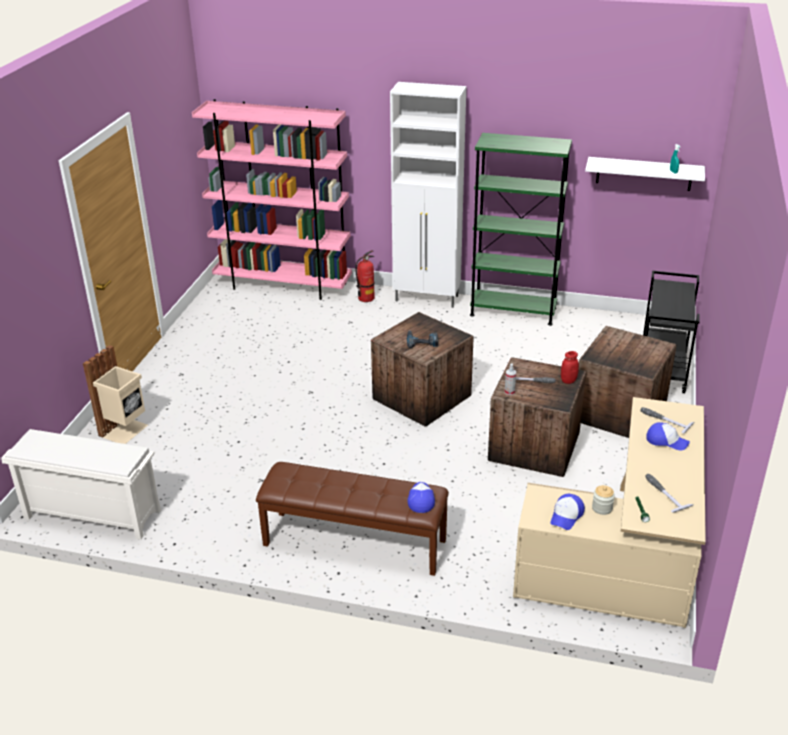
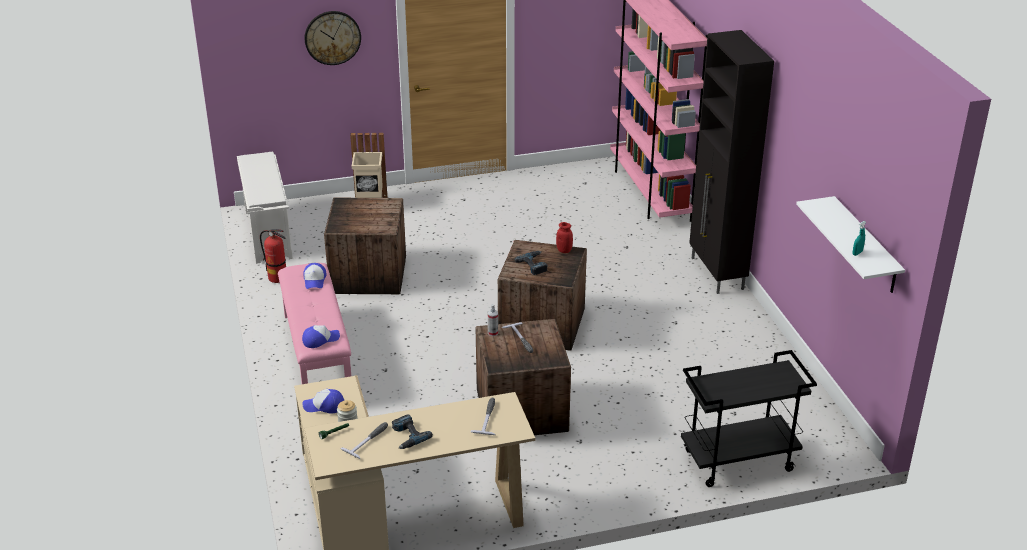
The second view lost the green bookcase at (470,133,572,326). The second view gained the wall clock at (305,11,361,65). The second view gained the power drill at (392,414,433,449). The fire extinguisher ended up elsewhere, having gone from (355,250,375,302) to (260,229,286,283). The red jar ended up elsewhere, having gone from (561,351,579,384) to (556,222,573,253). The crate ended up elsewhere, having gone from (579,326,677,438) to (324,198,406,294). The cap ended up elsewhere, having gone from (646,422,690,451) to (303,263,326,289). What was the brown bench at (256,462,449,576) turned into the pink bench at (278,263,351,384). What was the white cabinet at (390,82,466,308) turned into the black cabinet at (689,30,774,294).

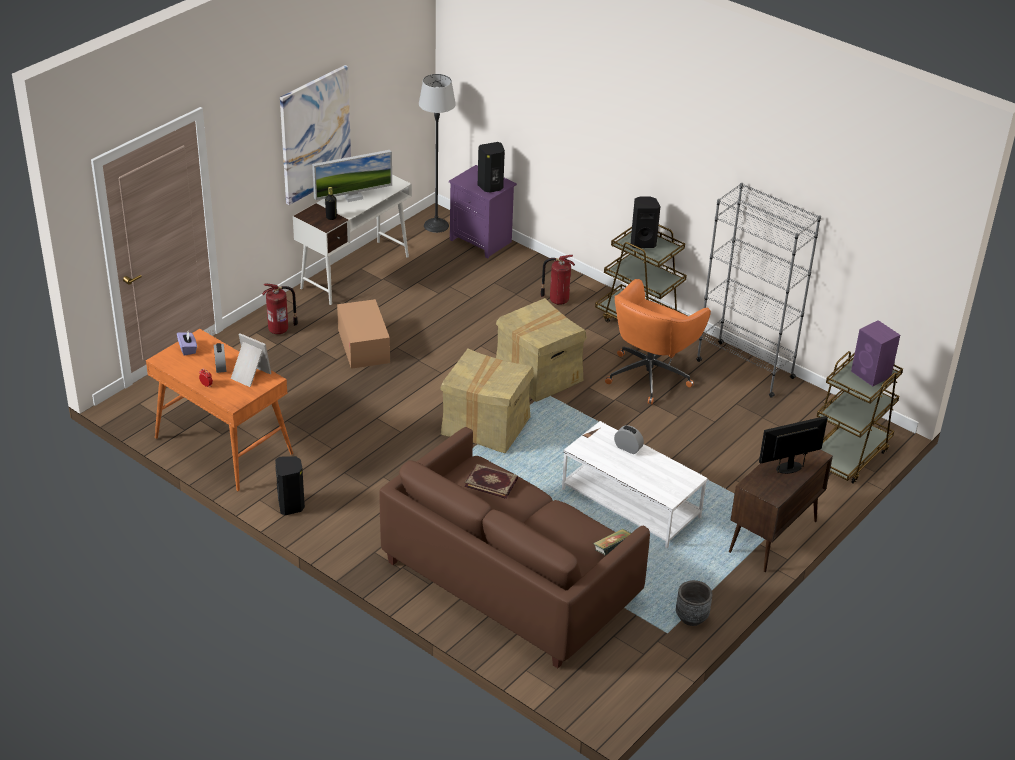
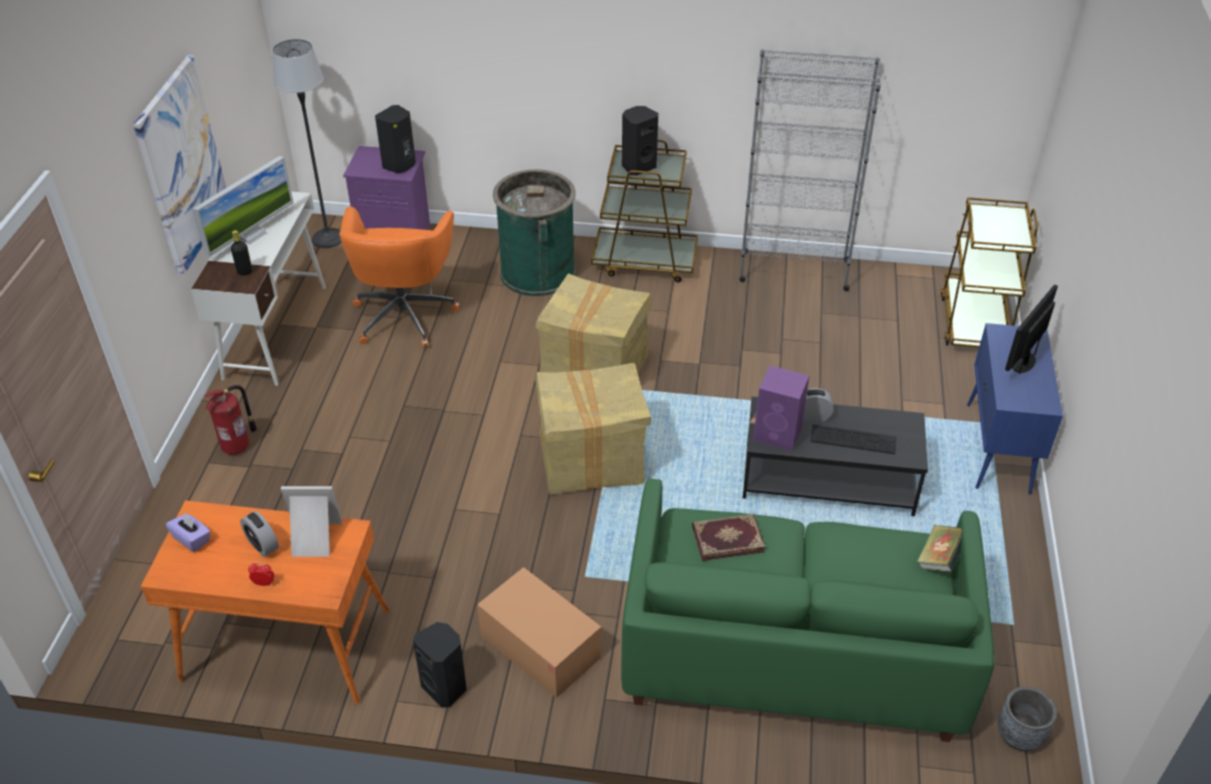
The second view gained the keyboard at (810,424,896,454). The cardboard box ended up elsewhere, having gone from (337,299,390,369) to (477,567,601,698). The orange office chair ended up elsewhere, having gone from (605,279,711,404) to (339,206,460,348). The grey planter ended up elsewhere, having gone from (676,580,712,626) to (998,687,1057,751). The purple speaker ended up elsewhere, having gone from (851,320,900,386) to (753,366,809,451). Where the fire extinguisher stood at (540,255,575,305), the green trash can came to stand at (493,169,575,296). What was the brown sofa at (379,427,650,668) turned into the green sofa at (621,479,994,742). What was the white coffee table at (562,421,708,548) turned into the black coffee table at (743,397,928,516). What was the brown cabinet at (729,450,833,572) turned into the blue cabinet at (967,323,1063,494).

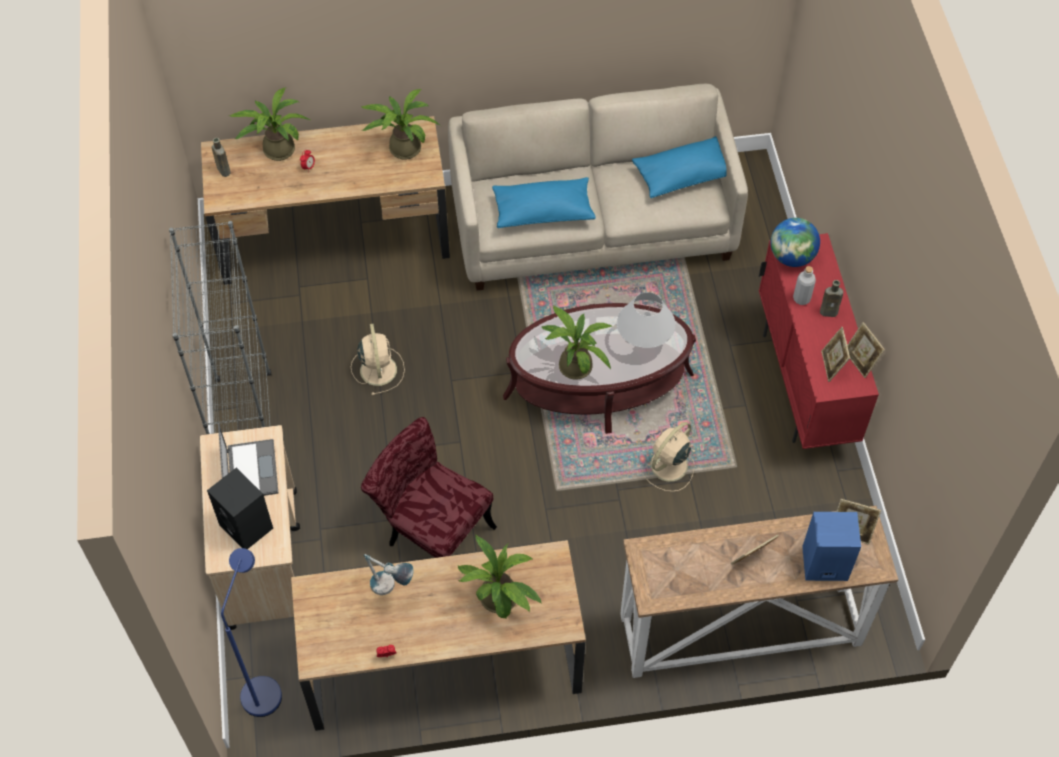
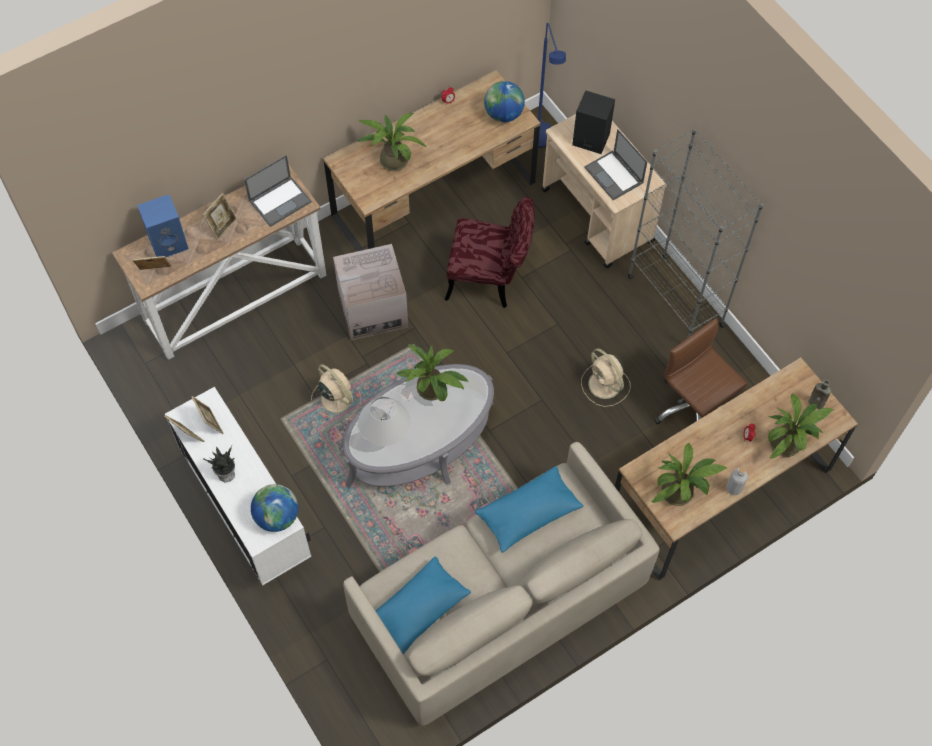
The second view lost the table lamp at (364,554,413,595). The second view gained the laptop at (244,155,312,227). The second view gained the cardboard box at (333,244,408,340). The second view gained the globe at (484,81,525,122). The second view gained the brown office chair at (654,318,747,424). The grey bottle ended up elsewhere, having gone from (793,266,816,305) to (726,467,748,495). Where the brown bottle stood at (820,280,843,317), the potted plant came to stand at (204,445,235,482). What was the brown coffee table at (503,303,696,434) turned into the grey coffee table at (343,364,494,489). What was the red cabinet at (759,233,879,449) turned into the white cabinet at (165,387,311,585). The beige fan at (644,422,696,492) ended up facing another way, 60 degrees counterclockwise from before.

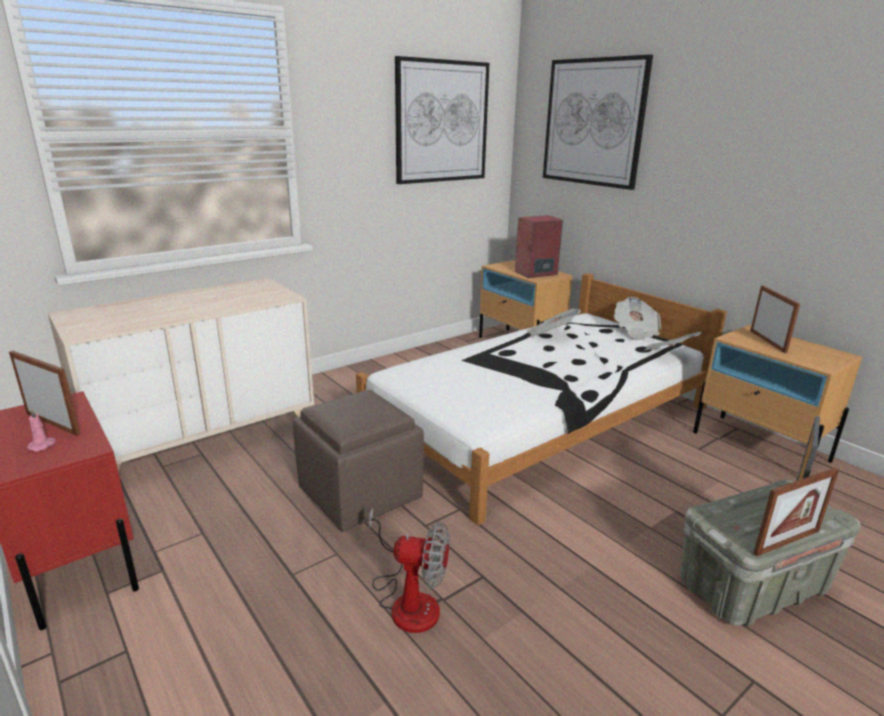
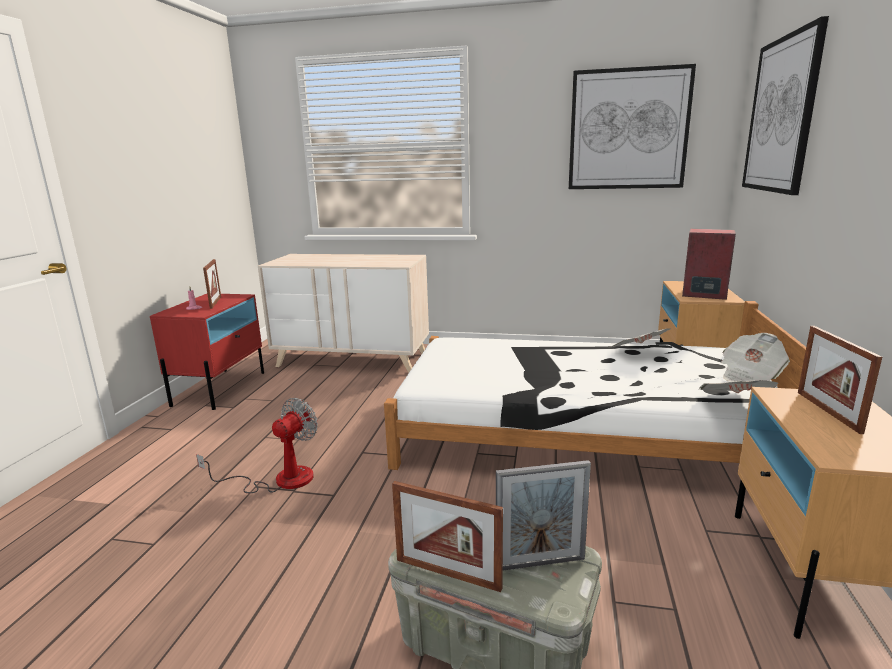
The second view lost the brown ottoman at (293,390,424,532). The fan at (369,507,450,633) ended up facing another way, 120 degrees counterclockwise from before. The picture frame at (750,286,800,353) ended up facing another way, 135 degrees clockwise from before.

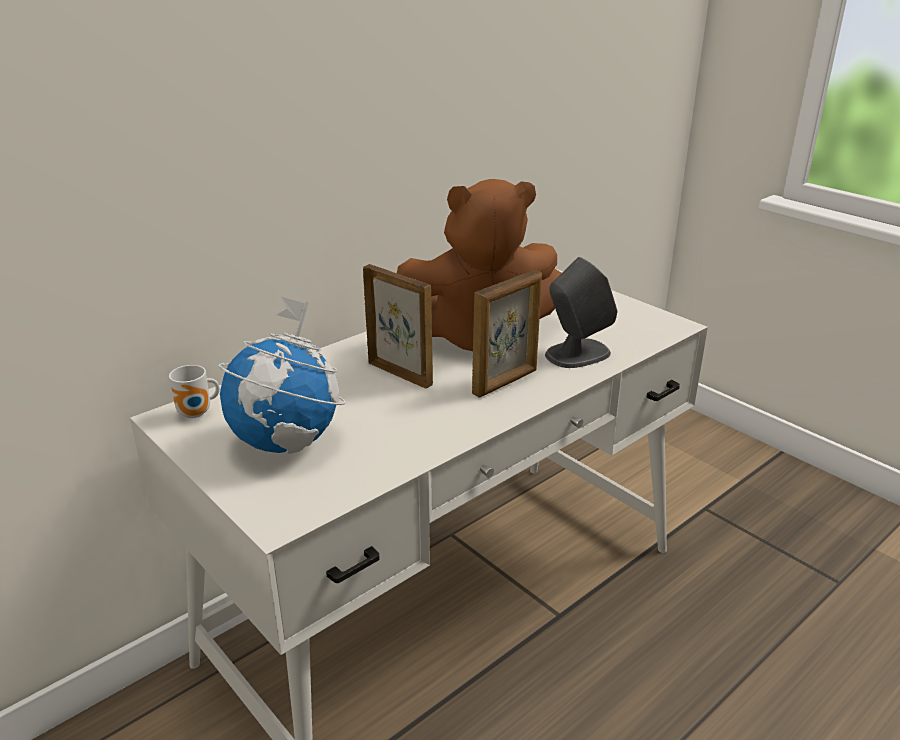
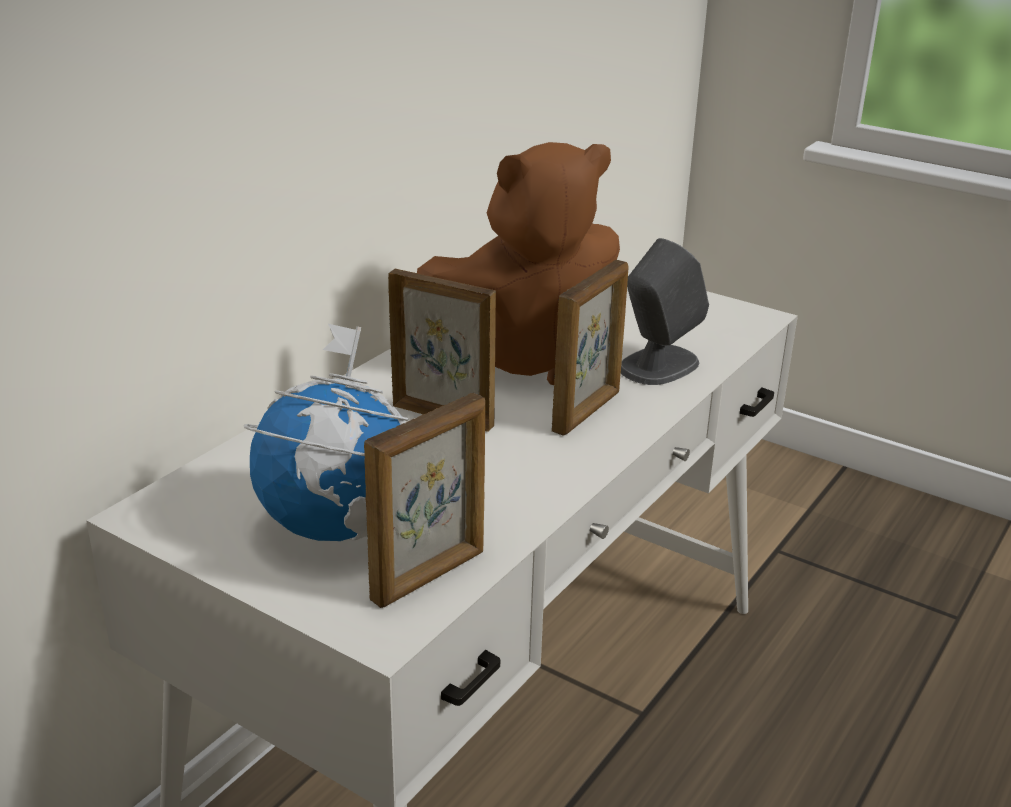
The second view lost the mug at (169,365,220,418). The second view gained the picture frame at (364,393,485,608).

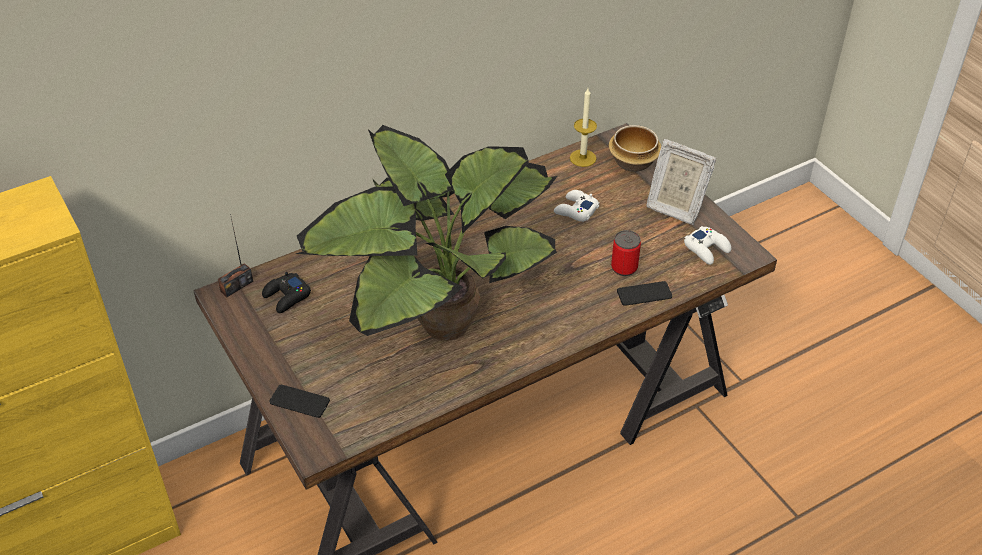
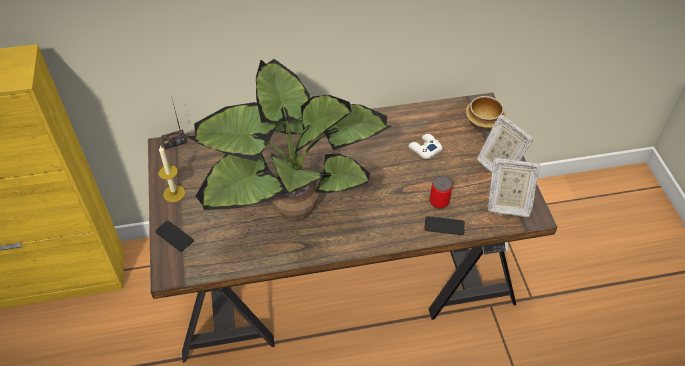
The second view lost the black game controller at (262,272,311,313). The candle ended up elsewhere, having gone from (570,88,597,167) to (158,146,185,202). Where the white game controller stood at (684,226,731,265), the picture frame came to stand at (487,158,540,217).

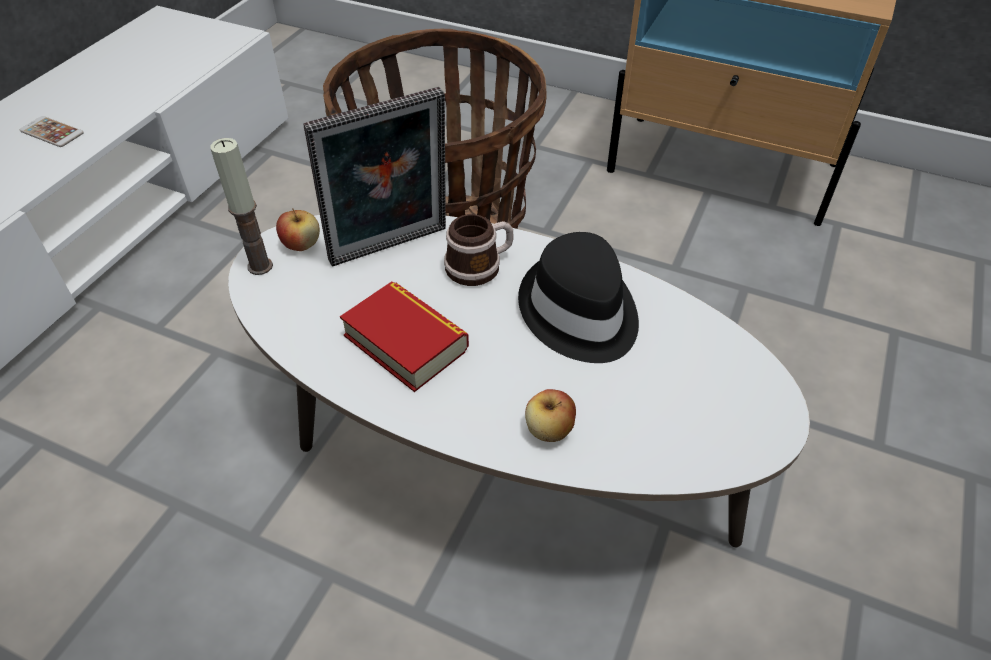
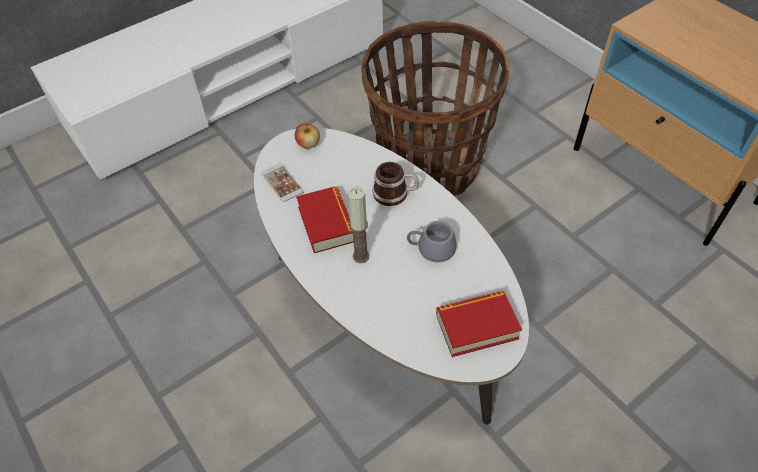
The second view lost the picture frame at (303,87,446,267). The second view lost the apple at (525,389,576,442). The second view gained the book at (436,291,522,357). The phone ended up elsewhere, having gone from (20,116,84,147) to (261,163,304,202). The candle ended up elsewhere, having gone from (210,138,273,275) to (348,187,369,263). Where the black hat stood at (518,232,639,363), the grey mug came to stand at (407,221,457,262).

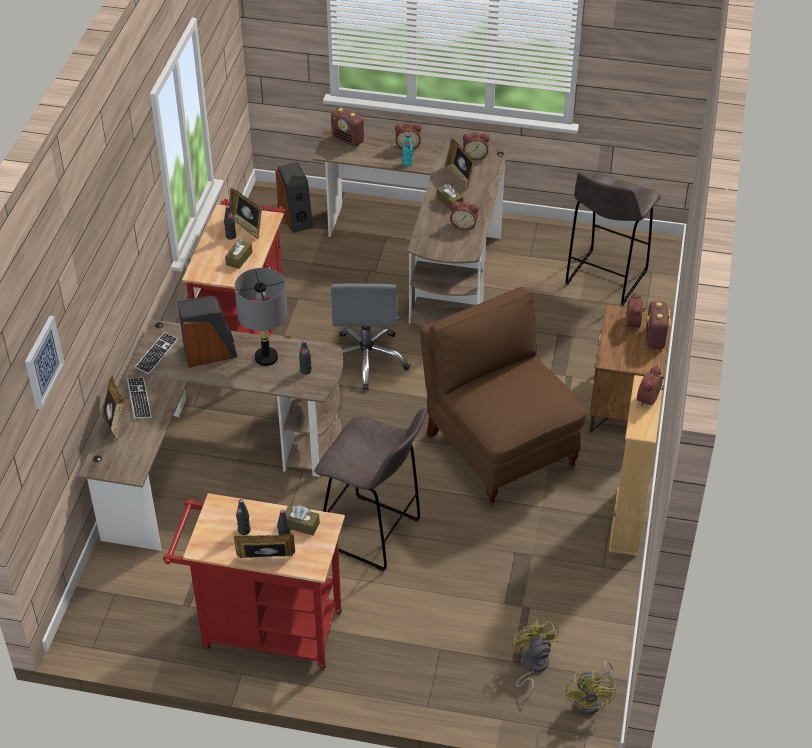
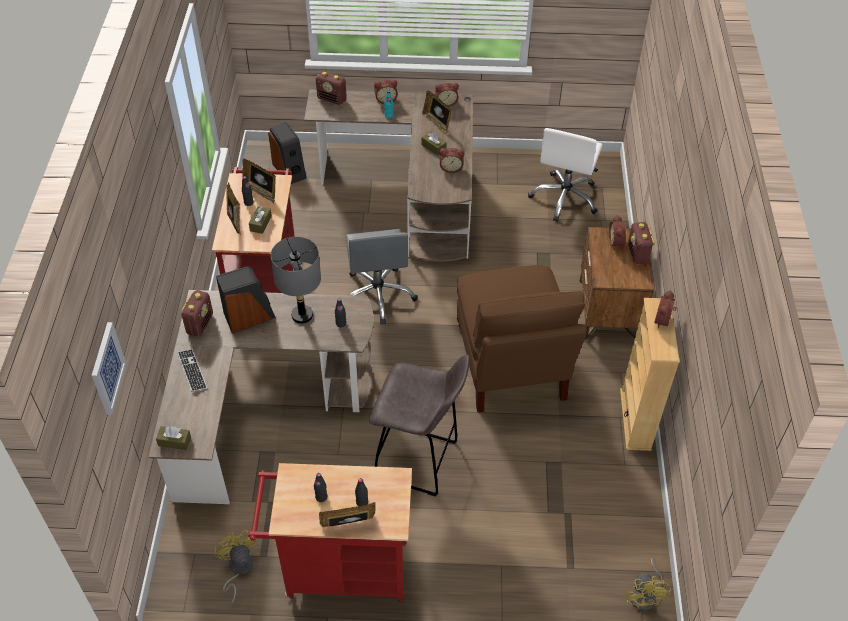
The picture frame ended up elsewhere, having gone from (102,377,126,440) to (226,182,241,235). The brown tissue box ended up elsewhere, having gone from (285,505,320,535) to (156,426,191,450). The yellow fan ended up elsewhere, having gone from (512,620,559,701) to (214,530,257,604). Where the keyboard stood at (135,332,178,374), the radio came to stand at (181,290,213,337). Where the grey stool stood at (565,172,661,305), the white office chair came to stand at (528,128,603,222). The brown chair at (420,287,587,507) ended up facing another way, 150 degrees counterclockwise from before.

